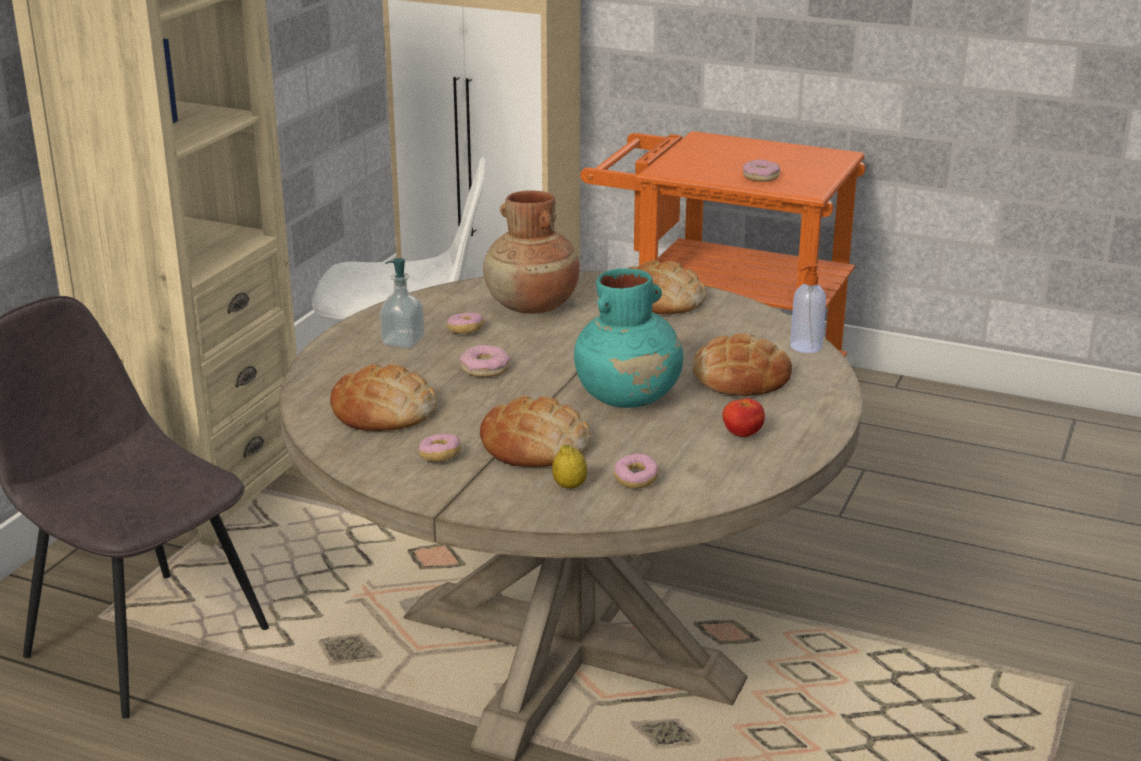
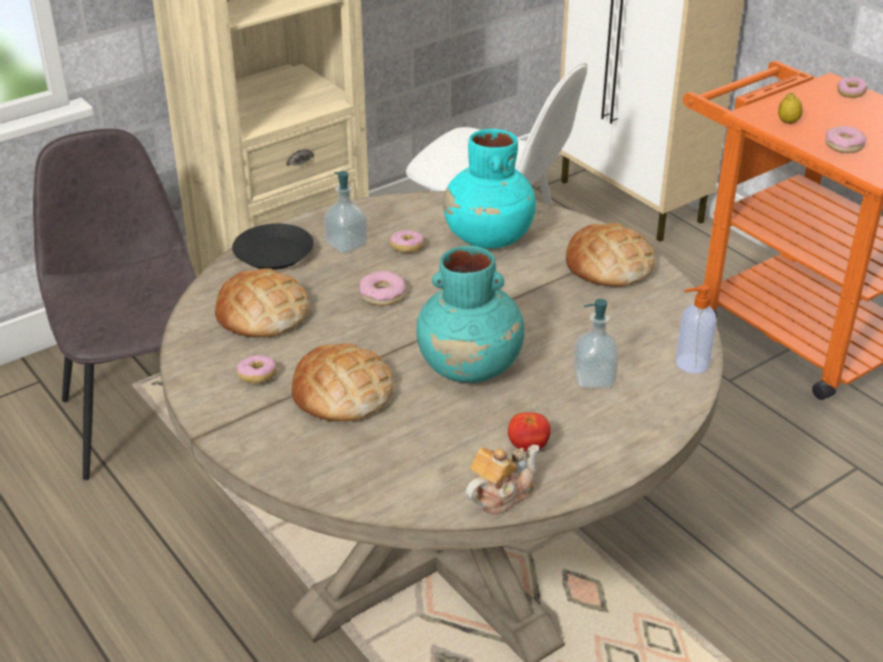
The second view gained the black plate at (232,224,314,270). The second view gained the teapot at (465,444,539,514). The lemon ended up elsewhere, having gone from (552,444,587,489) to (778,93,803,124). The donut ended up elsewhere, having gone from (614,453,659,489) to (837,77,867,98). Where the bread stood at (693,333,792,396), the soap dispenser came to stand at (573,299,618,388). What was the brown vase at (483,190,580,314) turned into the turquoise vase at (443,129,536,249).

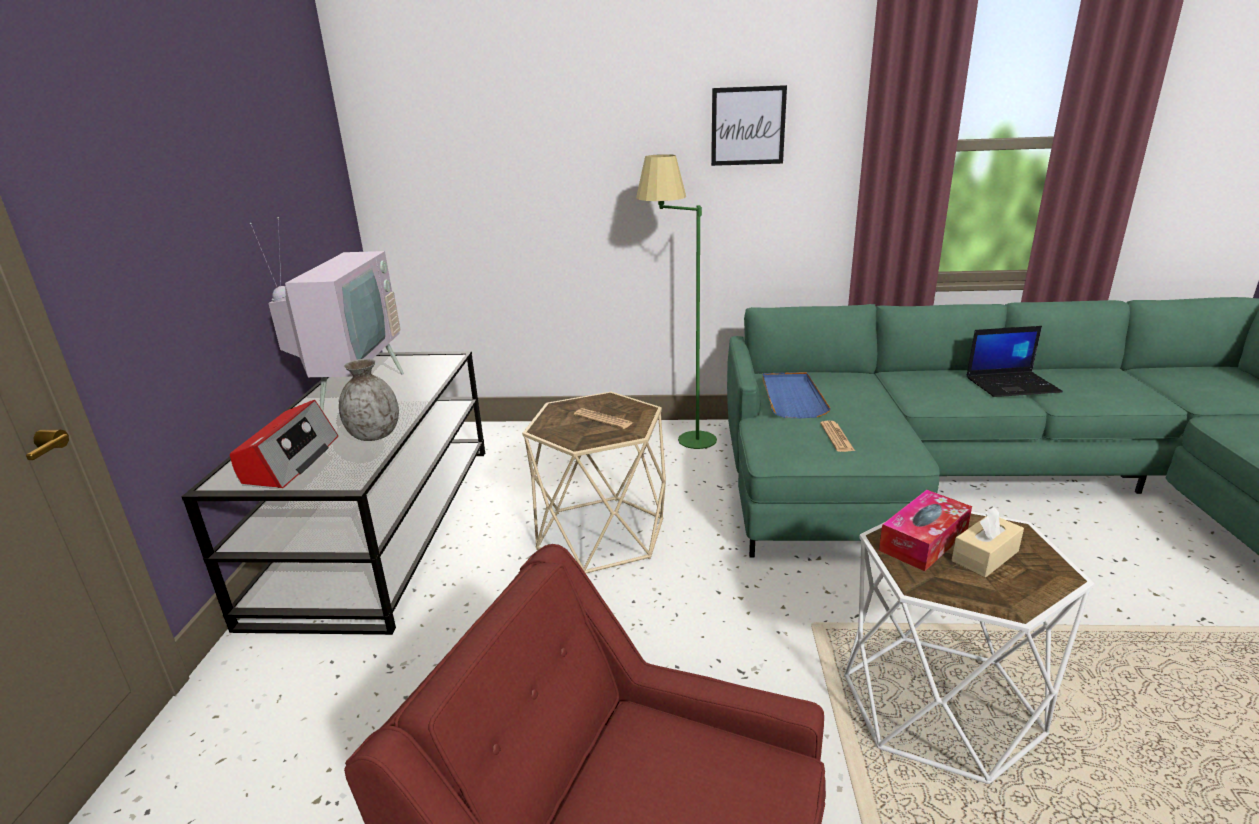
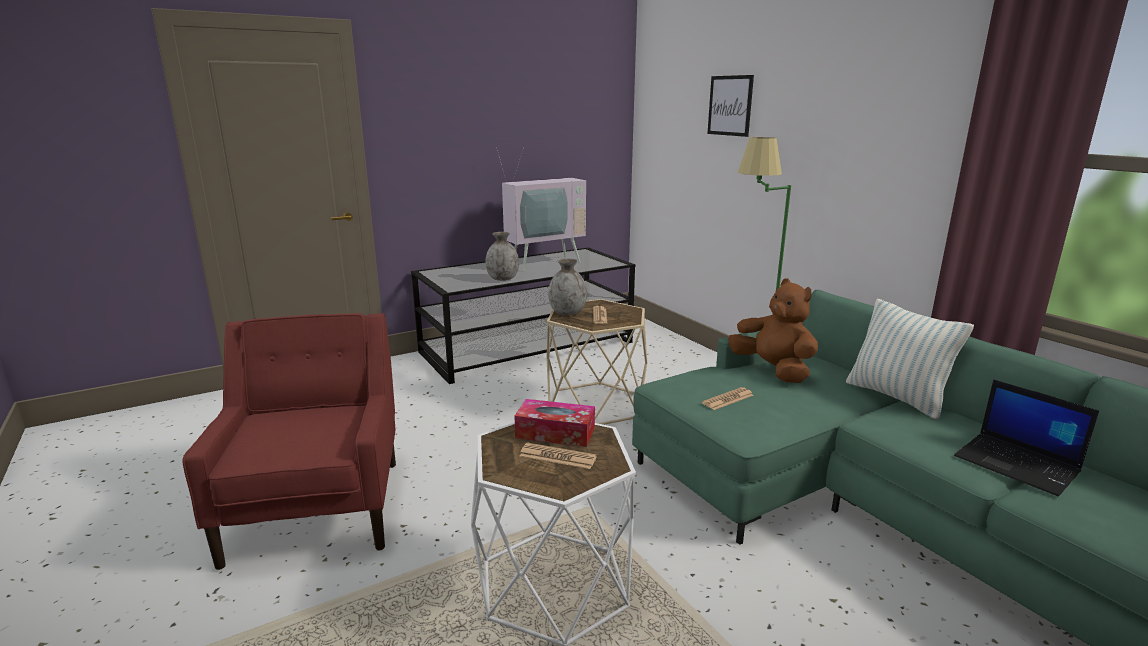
The second view lost the radio at (230,400,338,488). The second view gained the grey vase at (548,258,587,315). The second view gained the pillow at (846,299,974,419). The picture ended up elsewhere, having gone from (711,85,787,166) to (707,75,754,137). Where the blue tray stood at (762,372,831,418), the brown plush toy came to stand at (728,278,818,383). Where the beige tissue box stood at (952,507,1024,577), the newspaper came to stand at (520,443,597,469).

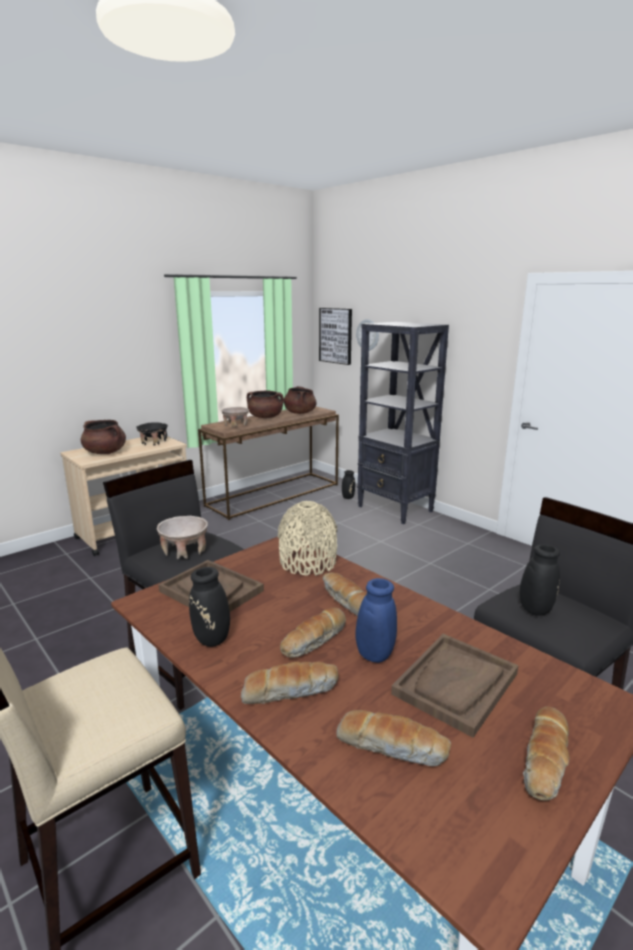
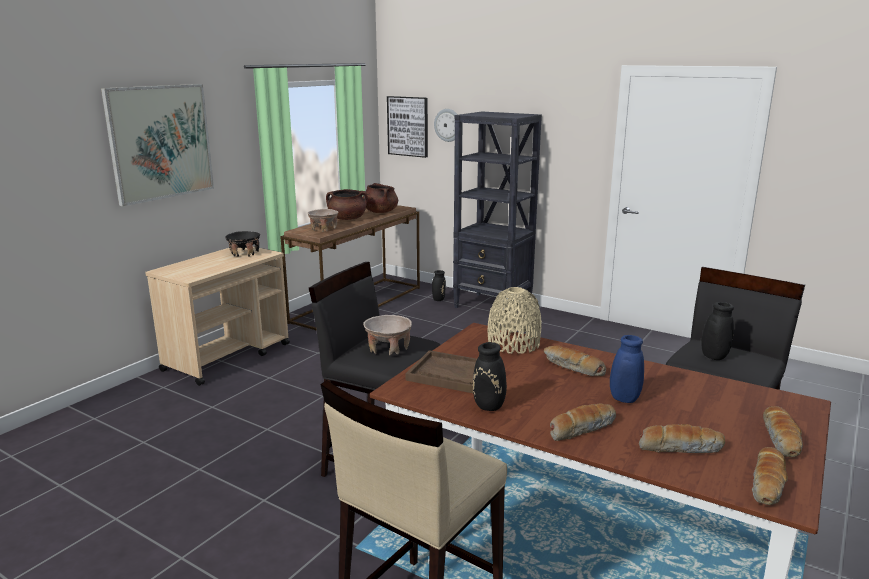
The second view lost the brown cooking pot at (81,420,126,454). The second view lost the brown tray at (391,634,519,738). The second view gained the picture at (101,84,214,206). The bread ended up elsewhere, having gone from (280,607,346,658) to (752,447,788,505).

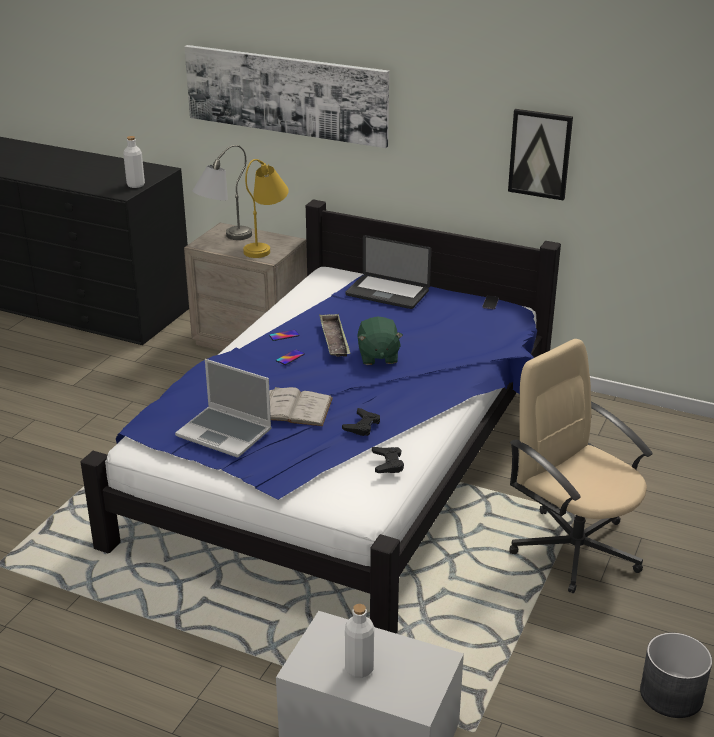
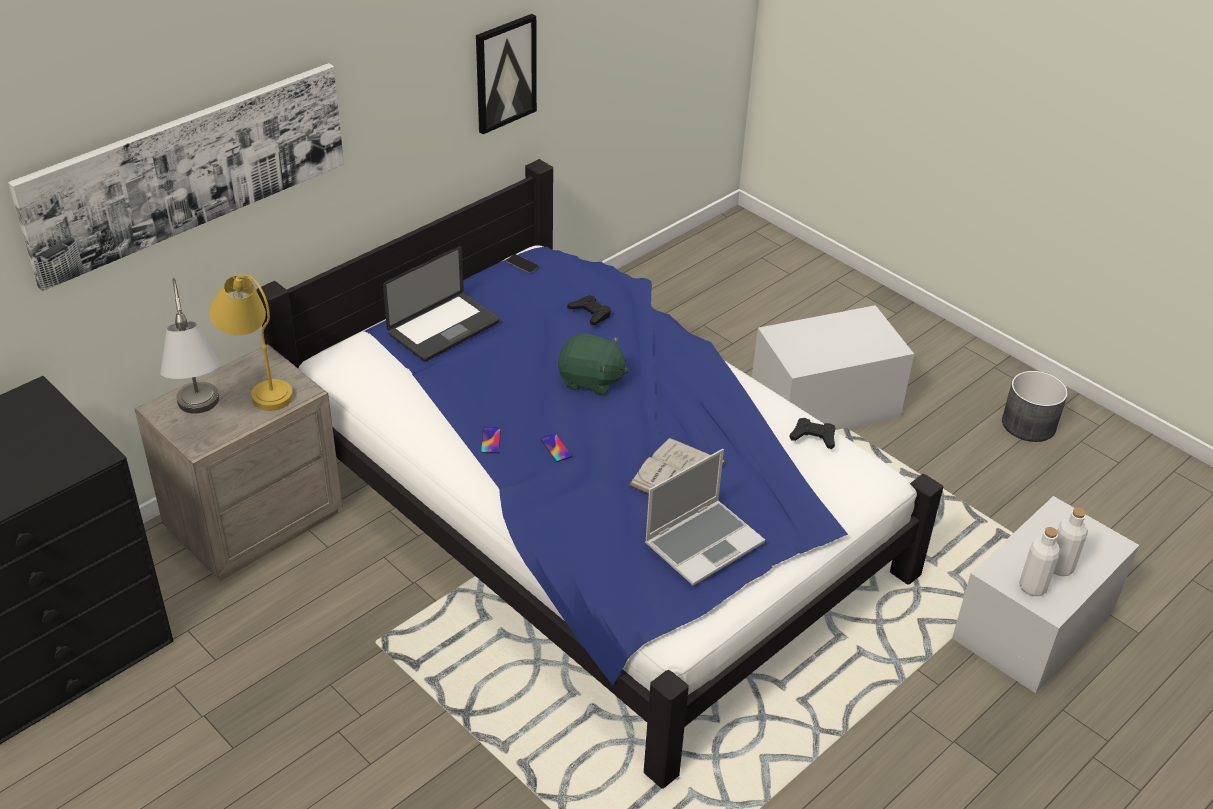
The second view lost the tray at (319,314,350,357). The white bottle ended up elsewhere, having gone from (123,136,145,188) to (1019,527,1060,596). The black game controller ended up elsewhere, having gone from (342,408,380,436) to (567,295,611,325). Where the beige office chair stood at (509,339,652,593), the white storage box came to stand at (752,305,914,430).

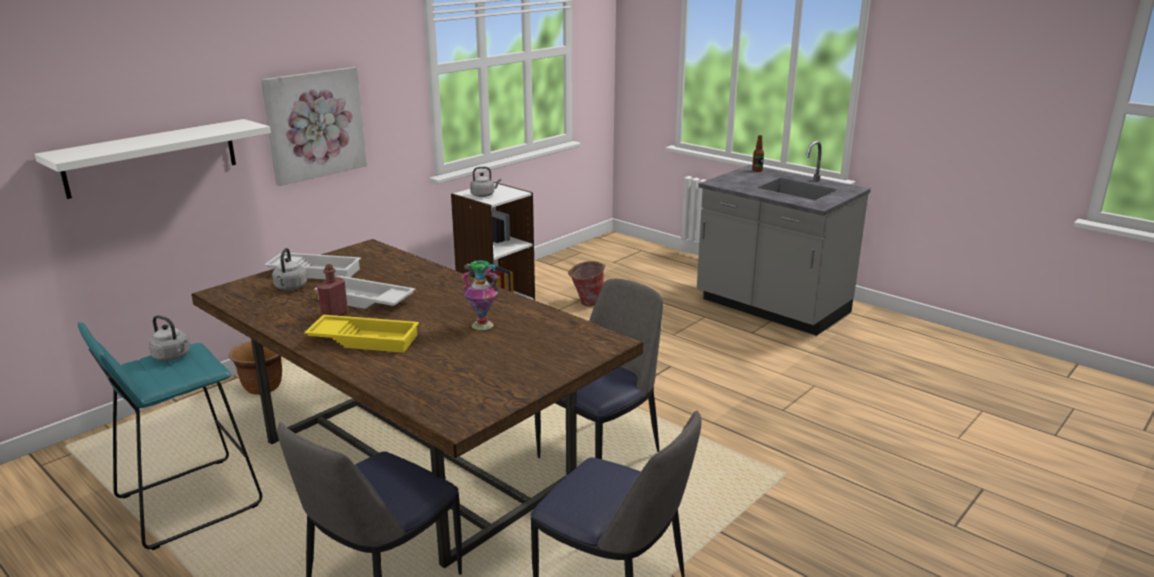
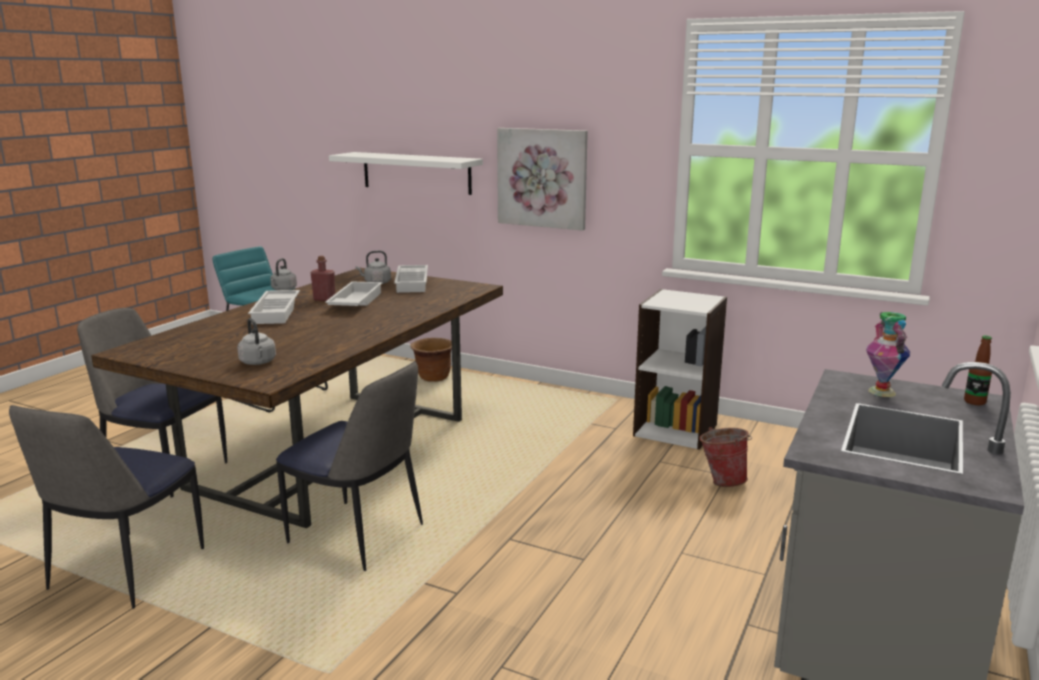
The vase ended up elsewhere, having gone from (462,260,499,330) to (866,312,910,397). The grey kettle ended up elsewhere, having gone from (470,167,501,197) to (237,318,276,365). What was the yellow tray at (304,315,419,353) turned into the white tray at (248,290,300,324).

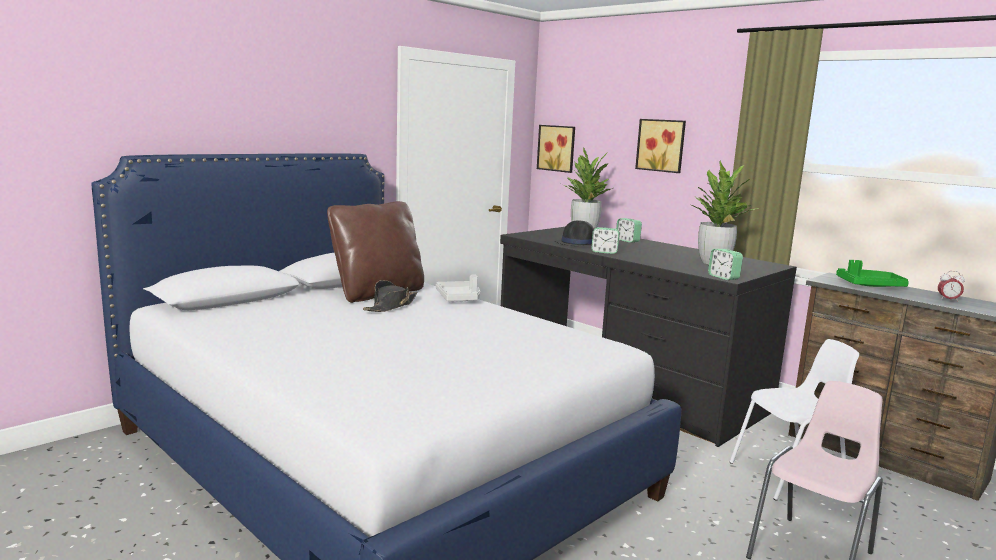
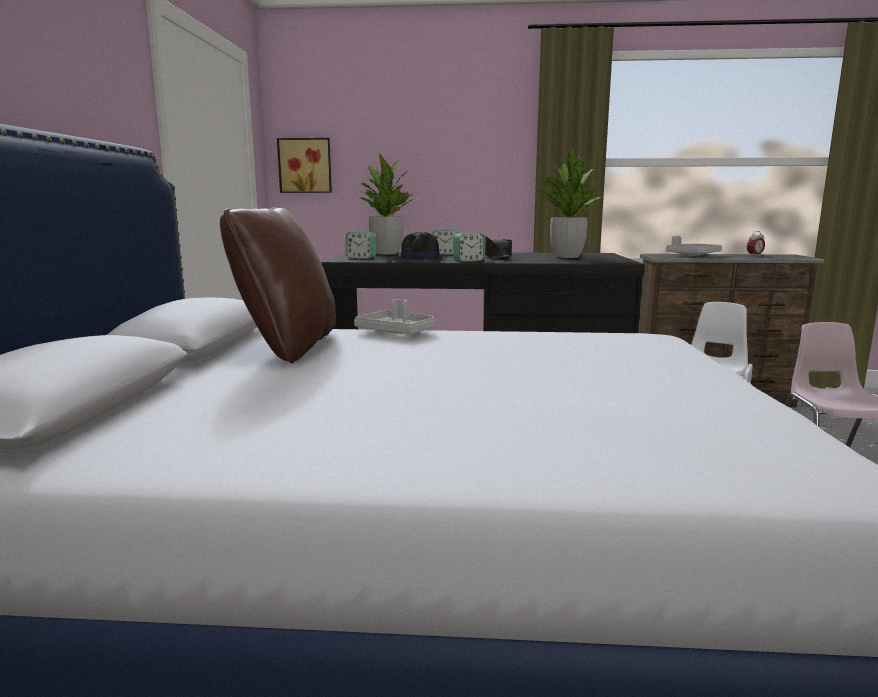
The second view lost the picture at (635,119,686,173). The black hat ended up elsewhere, having gone from (363,280,417,312) to (485,236,512,260). The alarm clock ended up elsewhere, having gone from (708,249,743,280) to (346,231,376,259). What was the green tray at (836,260,909,287) turned into the grey tray at (666,236,722,256).

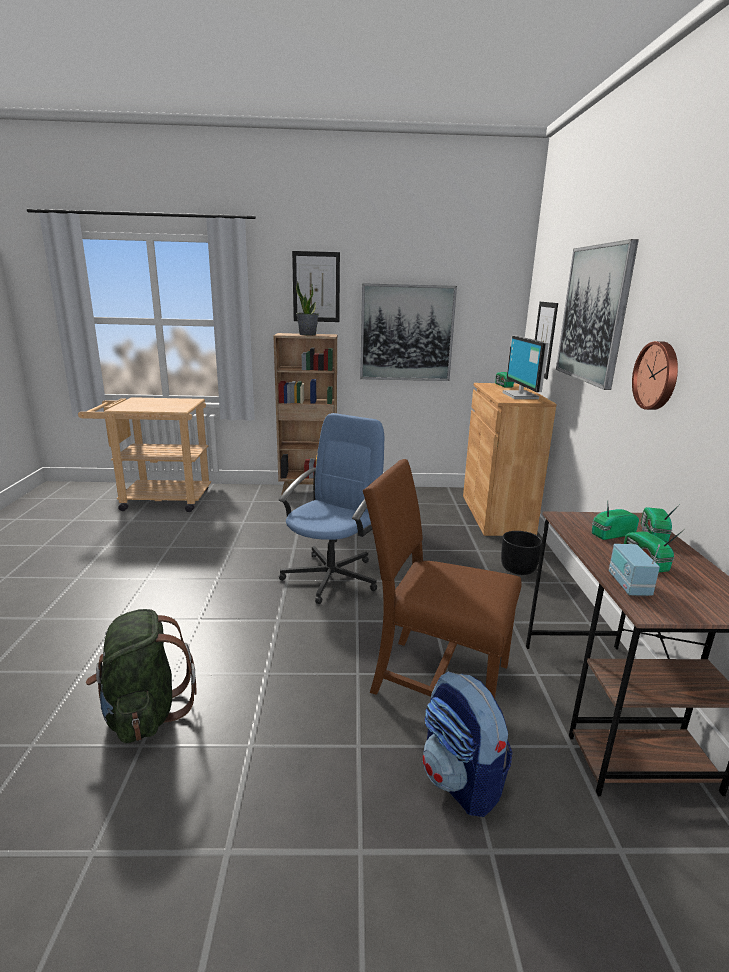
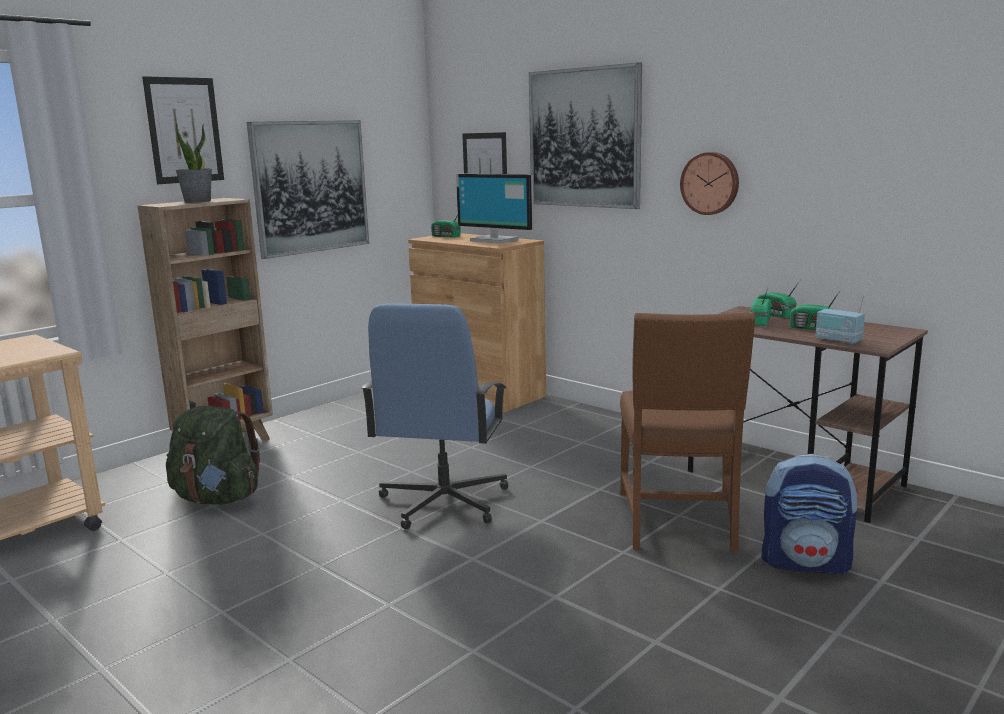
The second view lost the black planter at (501,531,542,575). The green backpack ended up elsewhere, having gone from (86,609,197,743) to (166,406,260,505). The blue office chair at (279,413,384,604) ended up facing another way, 150 degrees counterclockwise from before. The brown chair at (363,459,522,699) ended up facing another way, 60 degrees counterclockwise from before.

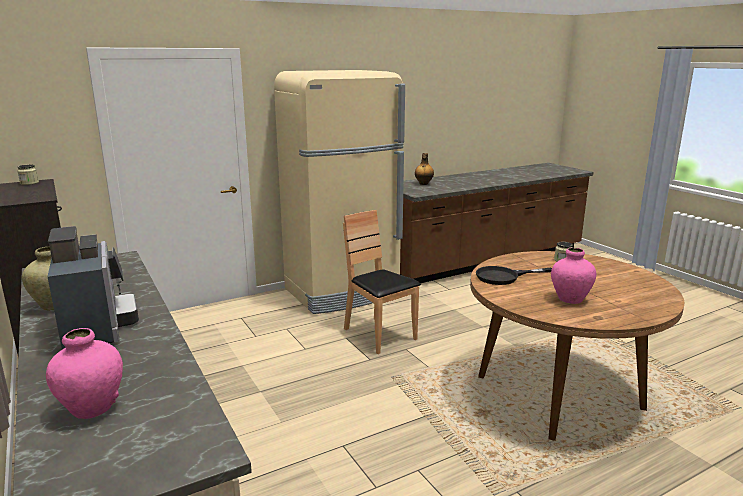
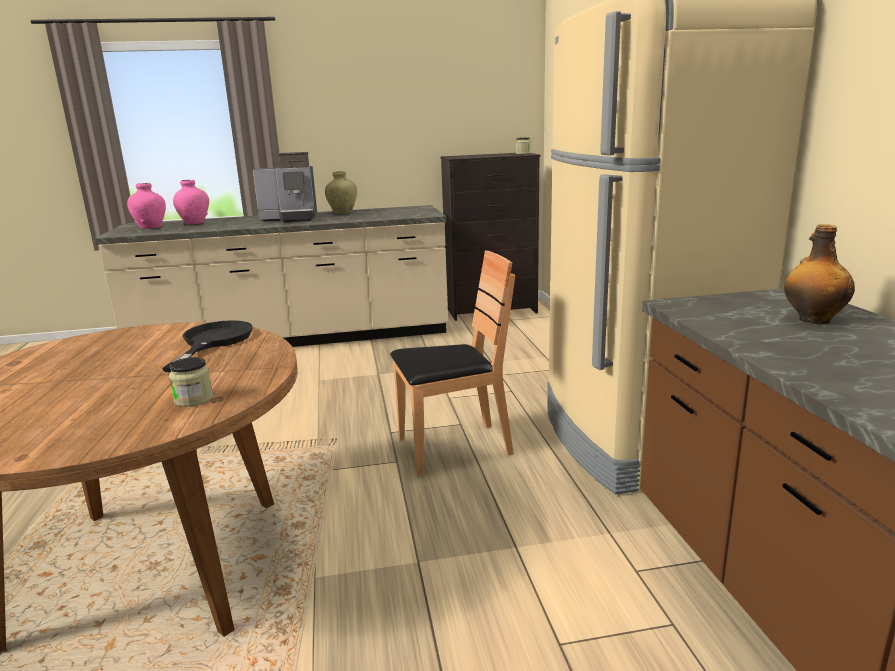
The pink vase ended up elsewhere, having gone from (551,248,596,304) to (127,183,166,229).

